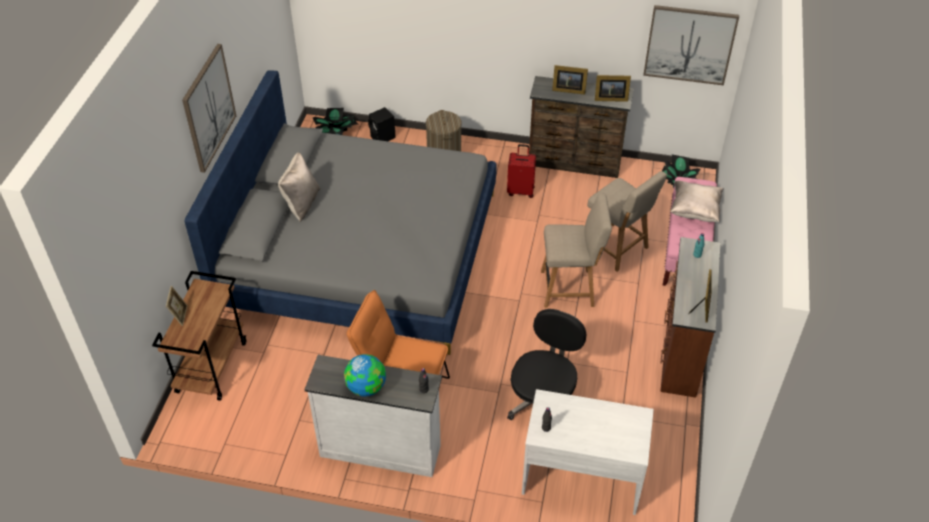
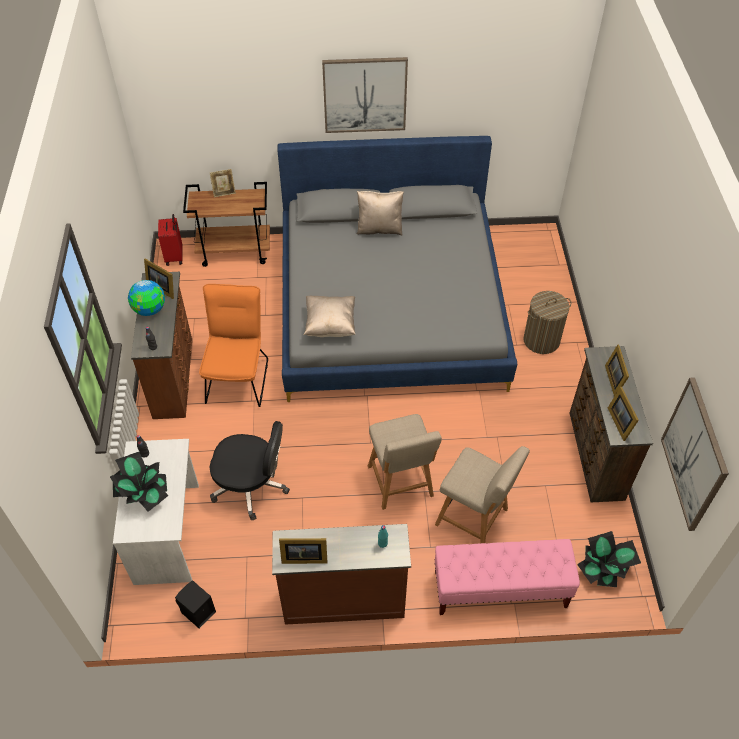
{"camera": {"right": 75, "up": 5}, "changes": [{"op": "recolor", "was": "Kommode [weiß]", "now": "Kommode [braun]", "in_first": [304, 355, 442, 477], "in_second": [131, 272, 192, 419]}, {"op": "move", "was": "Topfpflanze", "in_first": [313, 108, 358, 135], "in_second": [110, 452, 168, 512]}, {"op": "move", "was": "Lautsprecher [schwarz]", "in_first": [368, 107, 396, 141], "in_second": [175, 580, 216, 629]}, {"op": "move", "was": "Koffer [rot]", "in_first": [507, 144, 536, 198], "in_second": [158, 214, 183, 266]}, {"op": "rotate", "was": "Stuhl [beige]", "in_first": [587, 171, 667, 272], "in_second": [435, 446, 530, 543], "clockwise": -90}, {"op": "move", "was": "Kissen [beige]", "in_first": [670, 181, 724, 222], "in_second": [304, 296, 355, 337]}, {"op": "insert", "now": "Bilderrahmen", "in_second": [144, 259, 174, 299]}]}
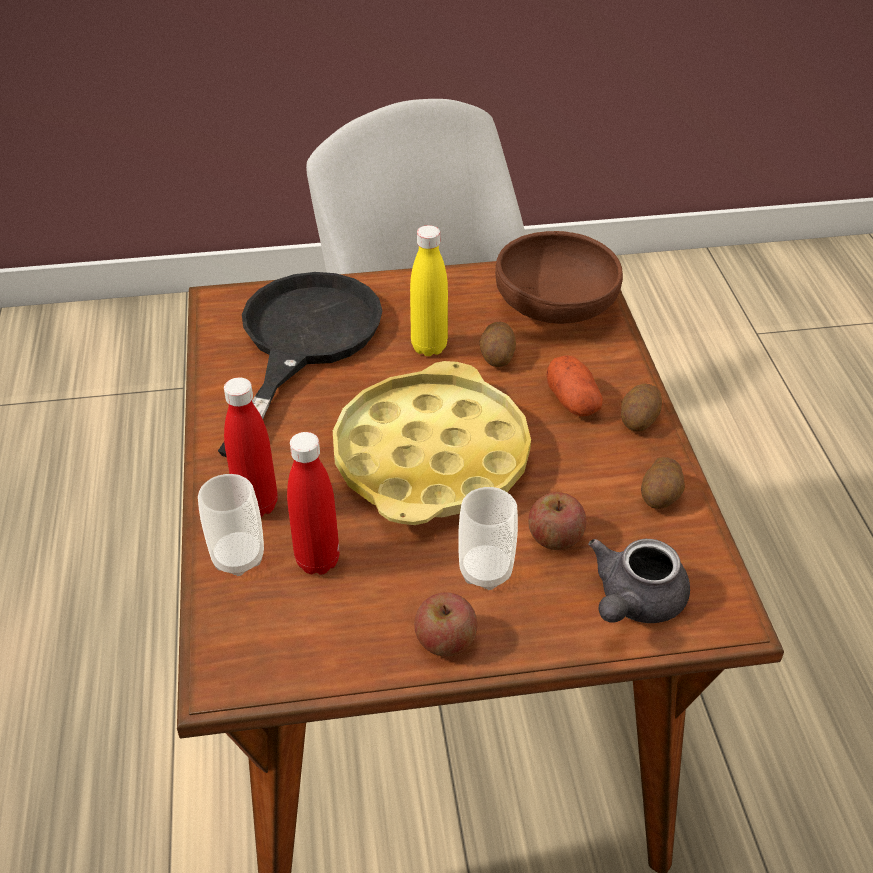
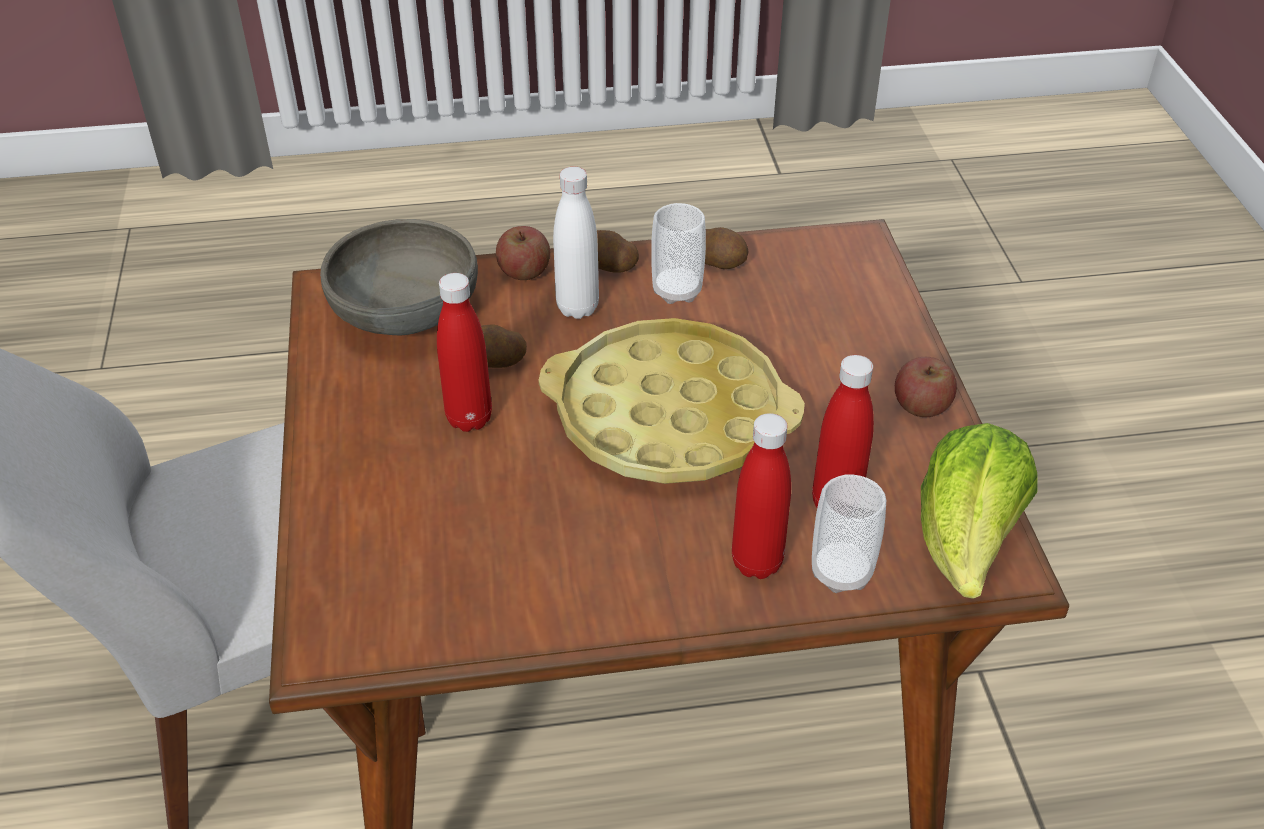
{"camera": {"right": -90, "up": 0}, "changes": [{"op": "delete", "was": "Pfanne [schwarz]", "in_first": [218, 272, 382, 457]}, {"op": "recolor", "was": "Flasche [gelb]", "now": "Flasche [rot]", "in_first": [410, 225, 448, 356], "in_second": [437, 273, 492, 432]}, {"op": "move", "was": "Tasse", "in_first": [458, 487, 518, 590], "in_second": [651, 203, 706, 304]}, {"op": "recolor", "was": "Schüssel [braun]", "now": "Schüssel [grau]", "in_first": [495, 231, 623, 324], "in_second": [320, 219, 478, 335]}, {"op": "move", "was": "Apfel", "in_first": [528, 492, 587, 550], "in_second": [496, 226, 550, 280]}, {"op": "replace", "was": "Kartoffel", "now": "Flasche [weiß]", "in_first": [546, 356, 603, 417], "in_second": [553, 167, 599, 319]}, {"op": "delete", "was": "Teekanne [grau]", "in_first": [588, 539, 690, 623]}, {"op": "insert", "now": "Salatkopf", "in_second": [921, 423, 1038, 599]}]}
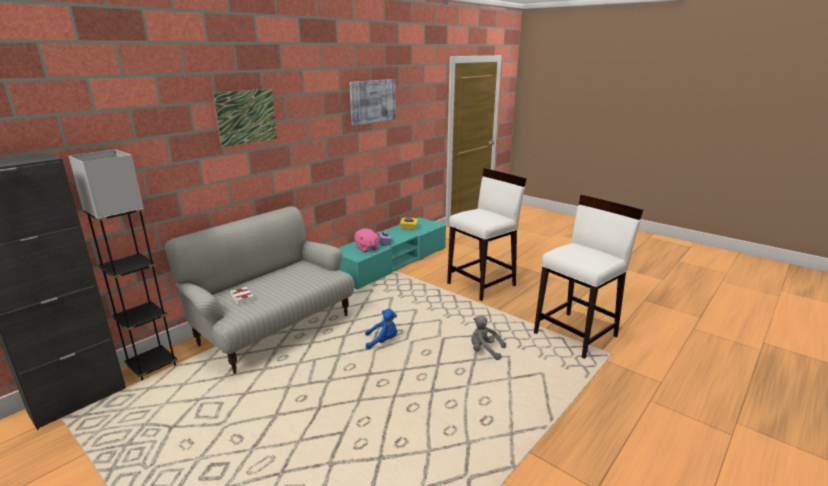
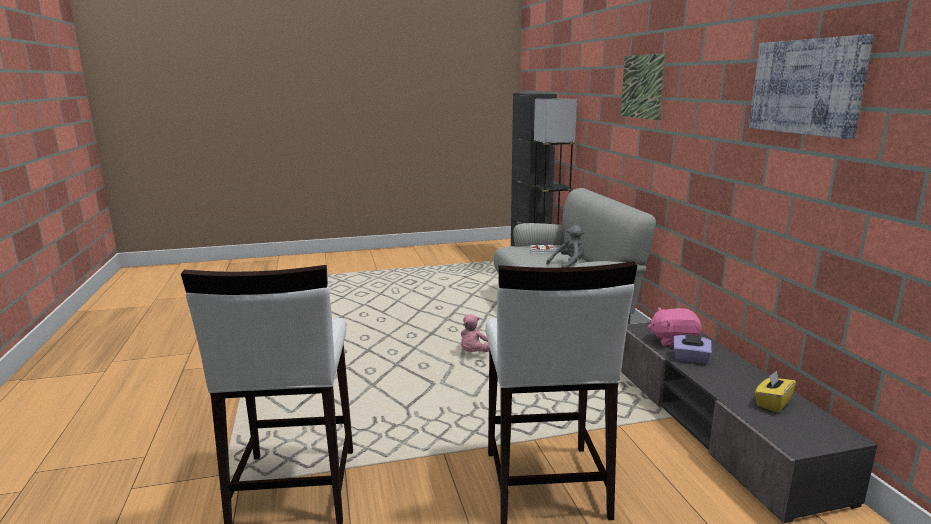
{"camera": {"right": 125, "up": -5}, "changes": [{"op": "recolor", "was": "Fernsehschrank [türkis]", "now": "Fernsehschrank [grau]", "in_first": [338, 217, 446, 289], "in_second": [621, 322, 878, 523]}, {"op": "recolor", "was": "Plüschtier [blau]", "now": "Plüschtier [rosa]", "in_first": [365, 309, 397, 349], "in_second": [461, 314, 489, 352]}, {"op": "move", "was": "Plüschtier [grau]", "in_first": [471, 316, 506, 360], "in_second": [546, 225, 585, 268]}]}
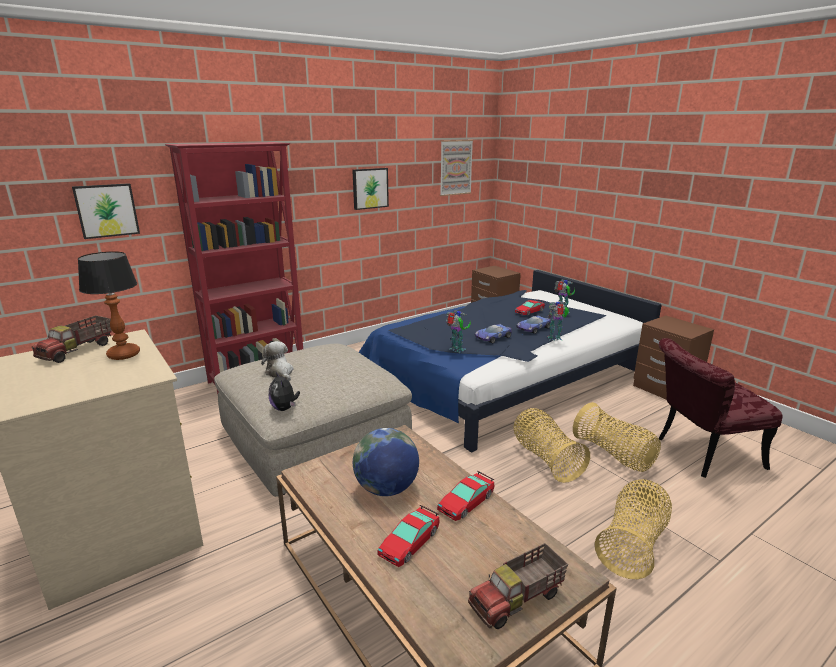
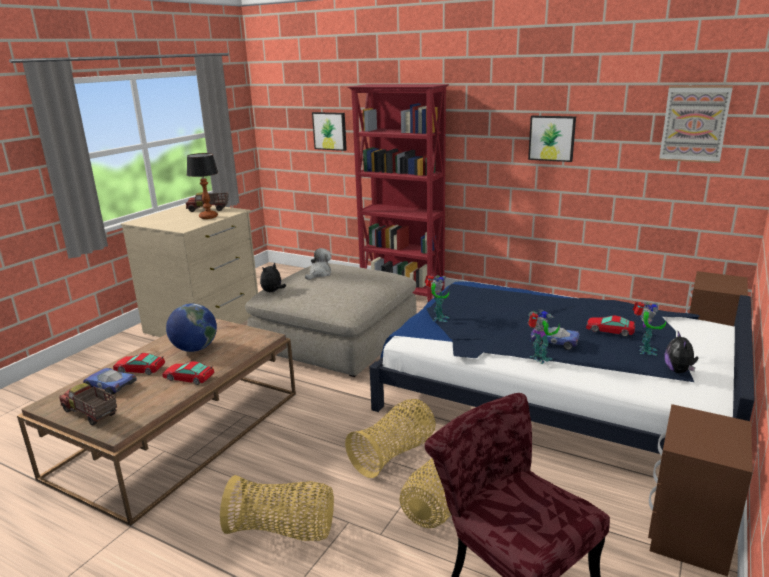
{"camera": {"right": 65, "up": 0}, "changes": [{"op": "move", "was": "Spielzeugauto", "in_first": [475, 324, 512, 343], "in_second": [83, 368, 137, 395]}, {"op": "insert", "now": "Plüschtier", "in_second": [664, 331, 698, 373]}]}
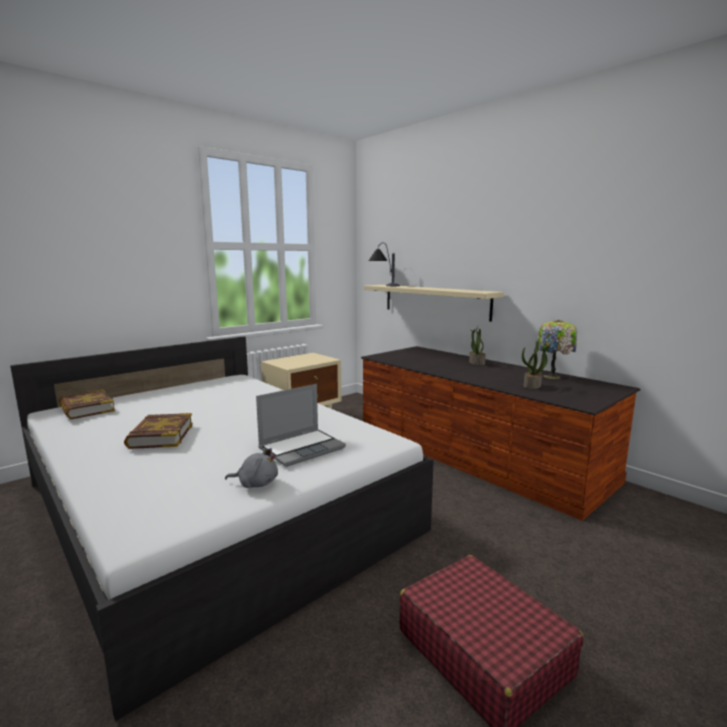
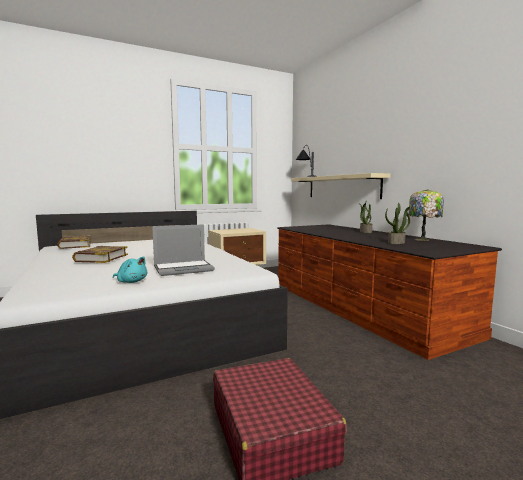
{"camera": {"right": 15, "up": -5}, "changes": [{"op": "recolor", "was": "Plüschtier [grau]", "now": "Plüschtier [türkis]", "in_first": [225, 448, 278, 488], "in_second": [113, 256, 147, 283]}]}
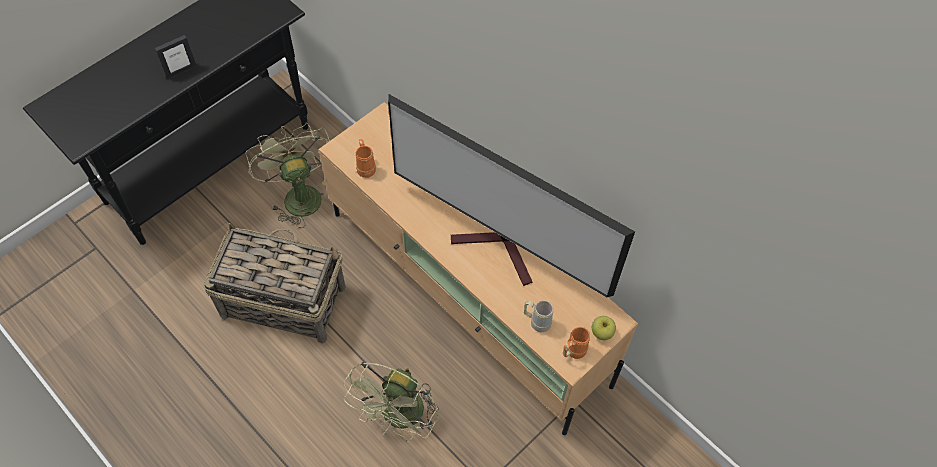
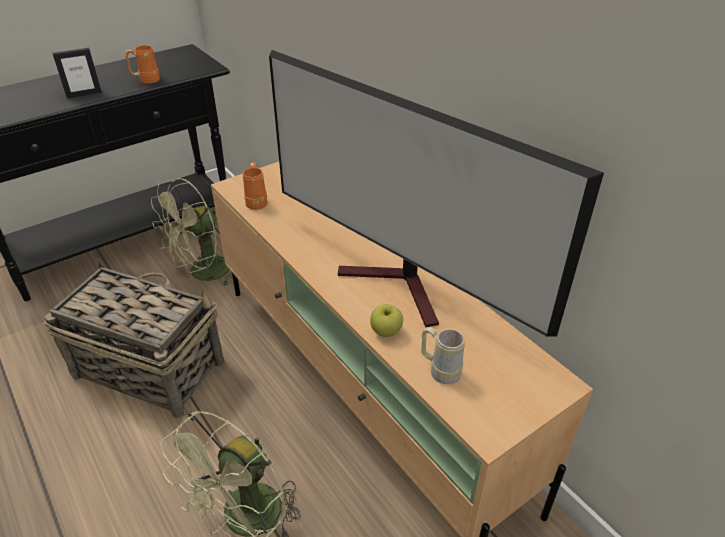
{"camera": {"right": 10, "up": -20}, "changes": [{"op": "rotate", "was": "Ventilator [grün]", "in_first": [245, 122, 330, 228], "in_second": [151, 178, 233, 287], "clockwise": -120}, {"op": "move", "was": "Henkelbecher [orange]", "in_first": [563, 327, 590, 359], "in_second": [125, 45, 160, 84]}, {"op": "move", "was": "Apfel", "in_first": [592, 316, 616, 340], "in_second": [370, 304, 403, 337]}]}
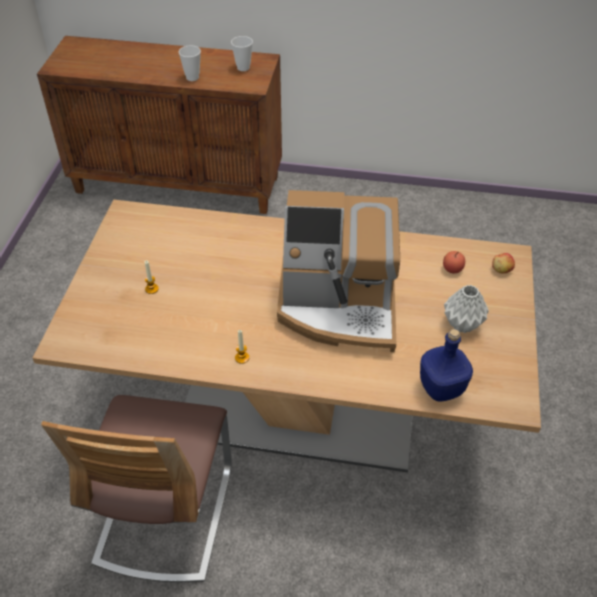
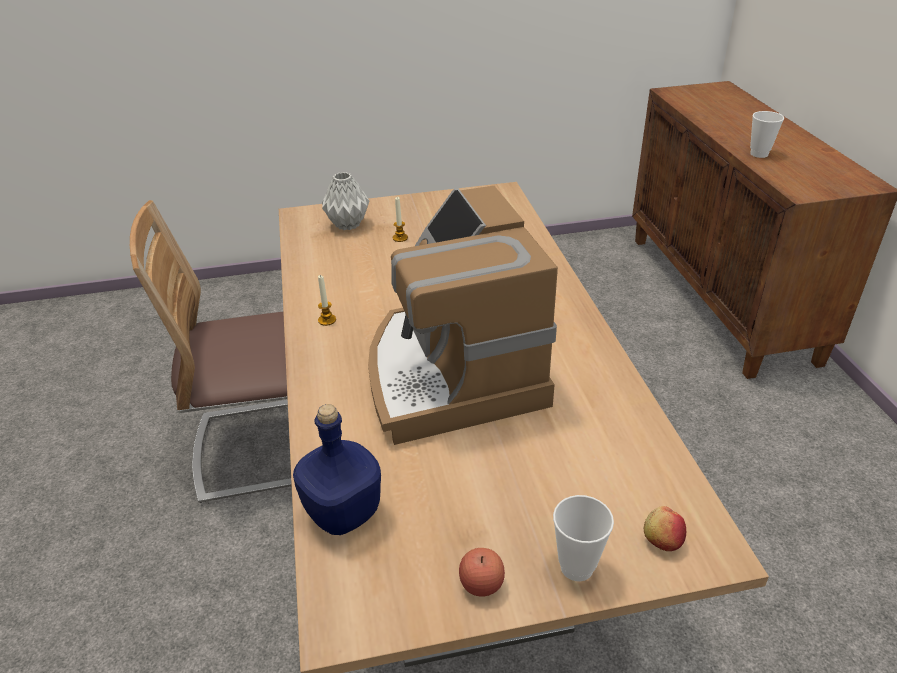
{"camera": {"right": 70, "up": -10}, "changes": [{"op": "move", "was": "Tasse", "in_first": [231, 36, 253, 71], "in_second": [553, 495, 614, 581]}, {"op": "move", "was": "Apfel", "in_first": [443, 251, 465, 273], "in_second": [459, 548, 505, 597]}, {"op": "move", "was": "Vase [grau]", "in_first": [444, 285, 489, 333], "in_second": [322, 172, 369, 230]}]}
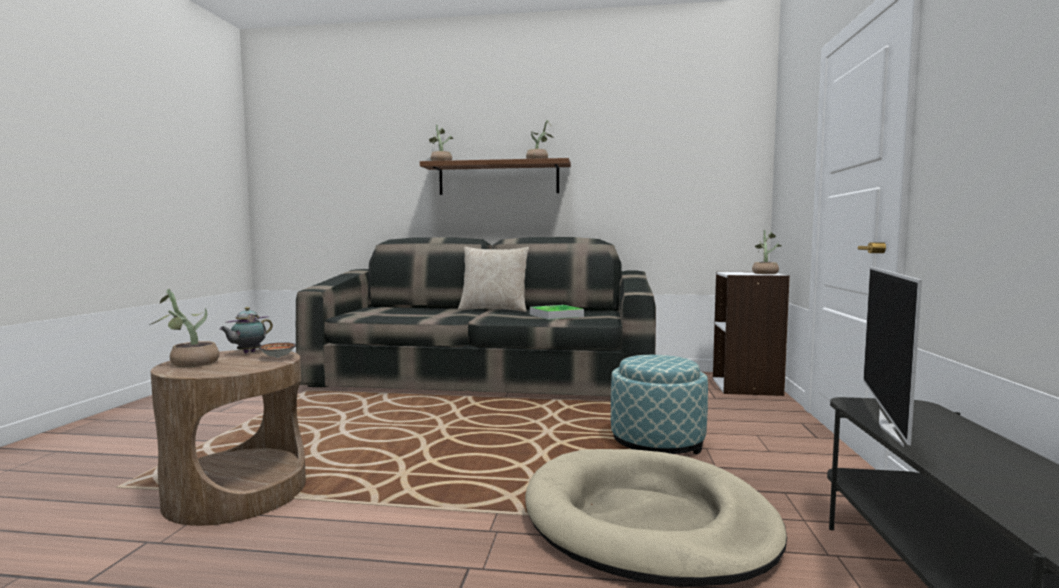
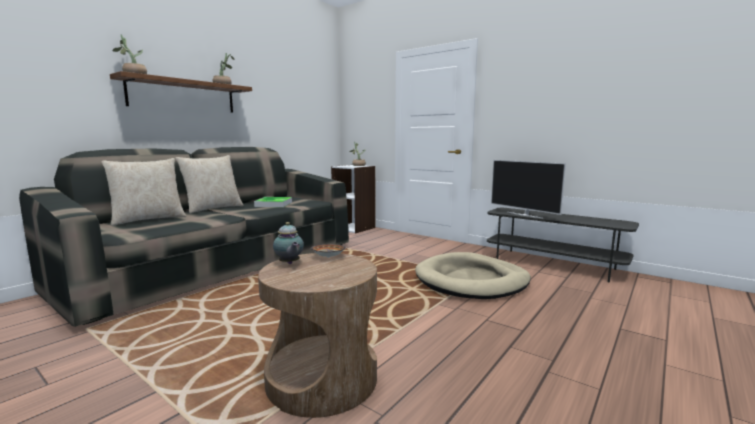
{"camera": {"right": -60, "up": 5}, "changes": [{"op": "delete", "was": "Topfpflanze", "in_first": [149, 289, 219, 367]}, {"op": "delete", "was": "Polsterhocker", "in_first": [611, 355, 708, 454]}, {"op": "insert", "now": "Kissen [beige]", "in_second": [102, 158, 186, 226]}]}
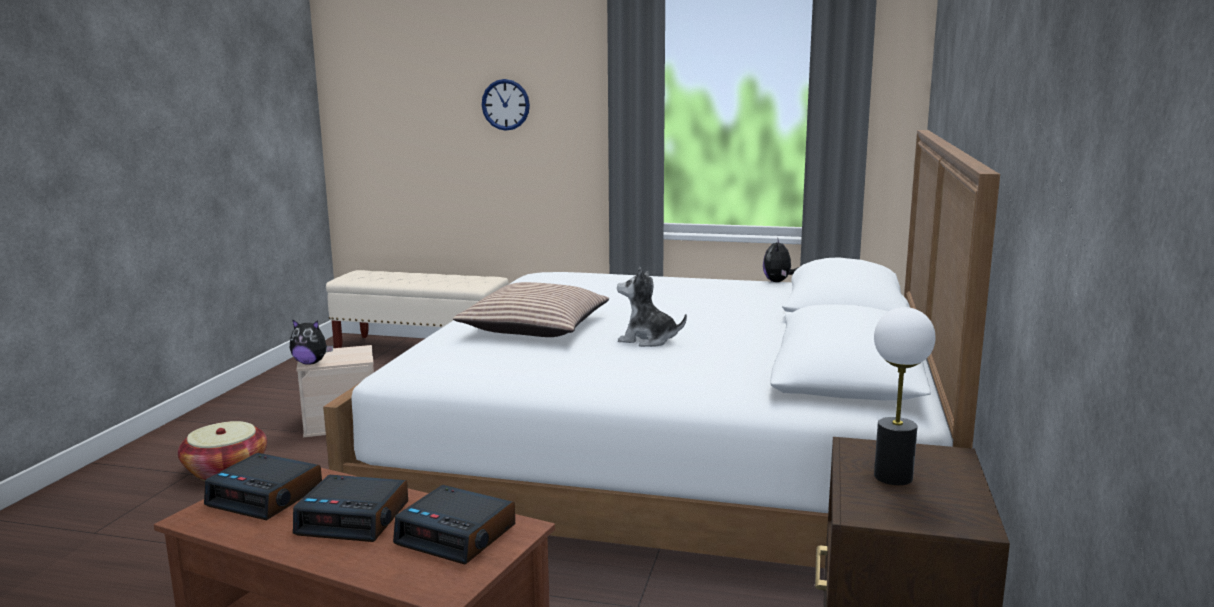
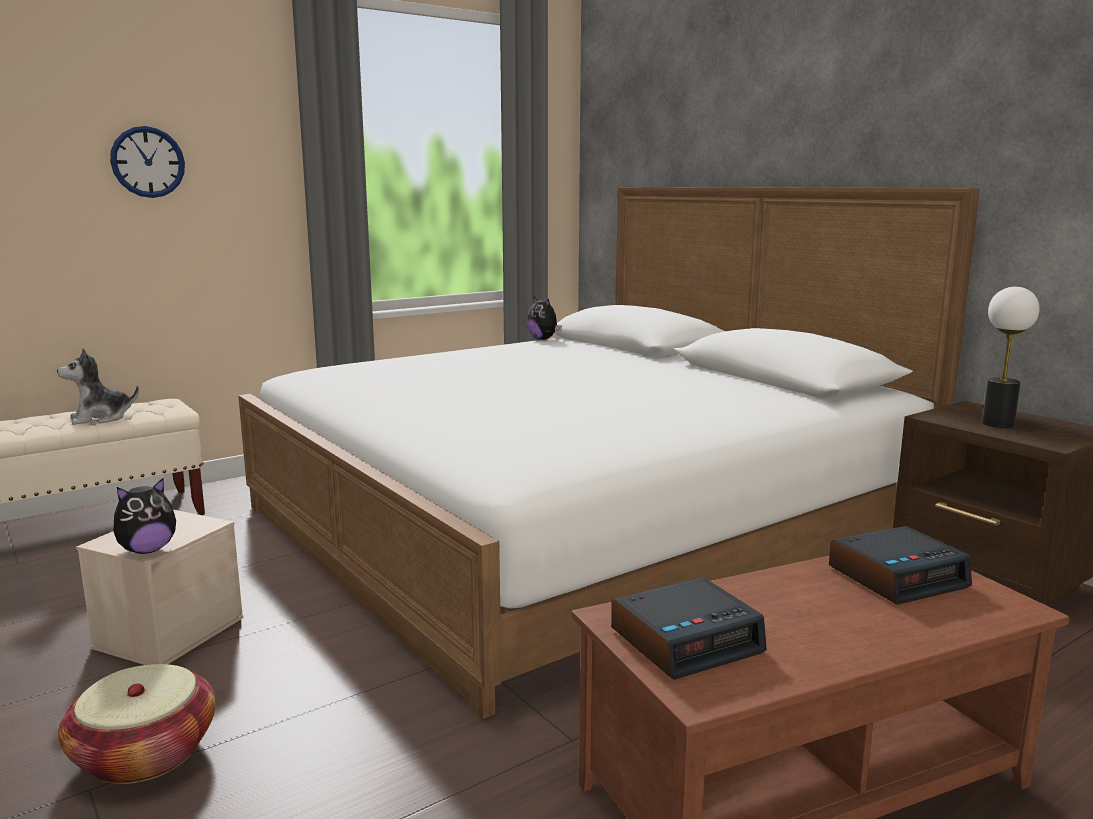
{"camera": {"right": -50, "up": 0}, "changes": [{"op": "delete", "was": "Wecker", "in_first": [293, 475, 408, 542]}, {"op": "delete", "was": "Kissen", "in_first": [453, 282, 609, 337]}, {"op": "move", "was": "Plüschtier", "in_first": [617, 267, 687, 347], "in_second": [57, 348, 139, 425]}]}
